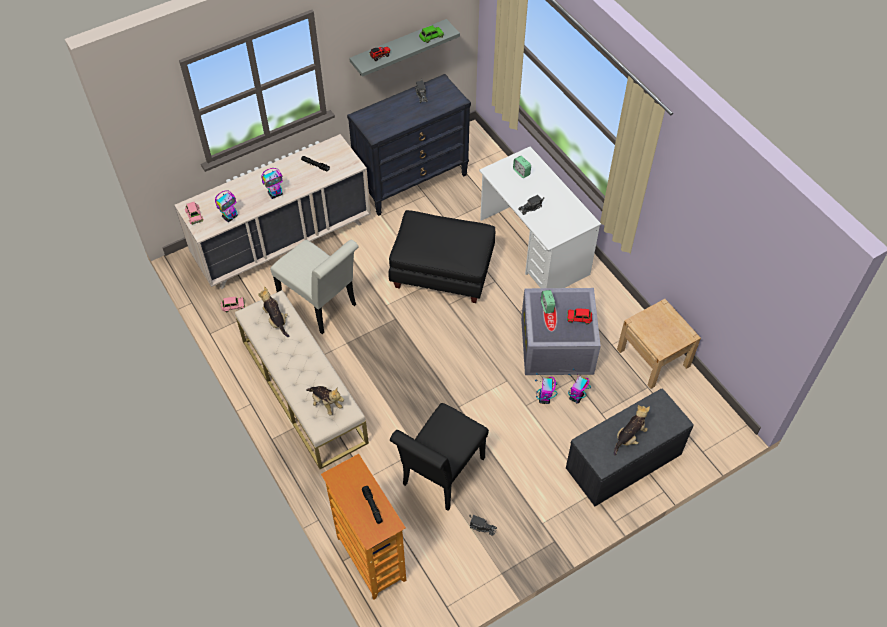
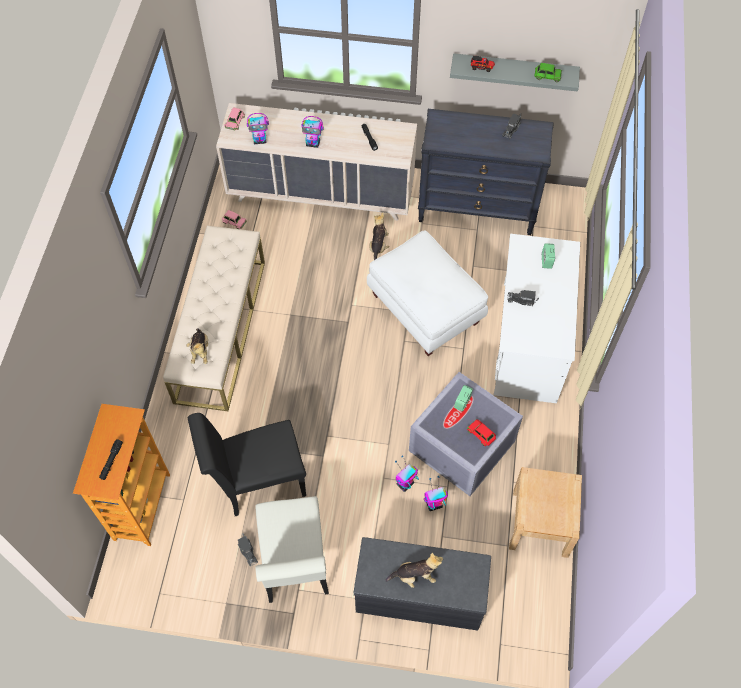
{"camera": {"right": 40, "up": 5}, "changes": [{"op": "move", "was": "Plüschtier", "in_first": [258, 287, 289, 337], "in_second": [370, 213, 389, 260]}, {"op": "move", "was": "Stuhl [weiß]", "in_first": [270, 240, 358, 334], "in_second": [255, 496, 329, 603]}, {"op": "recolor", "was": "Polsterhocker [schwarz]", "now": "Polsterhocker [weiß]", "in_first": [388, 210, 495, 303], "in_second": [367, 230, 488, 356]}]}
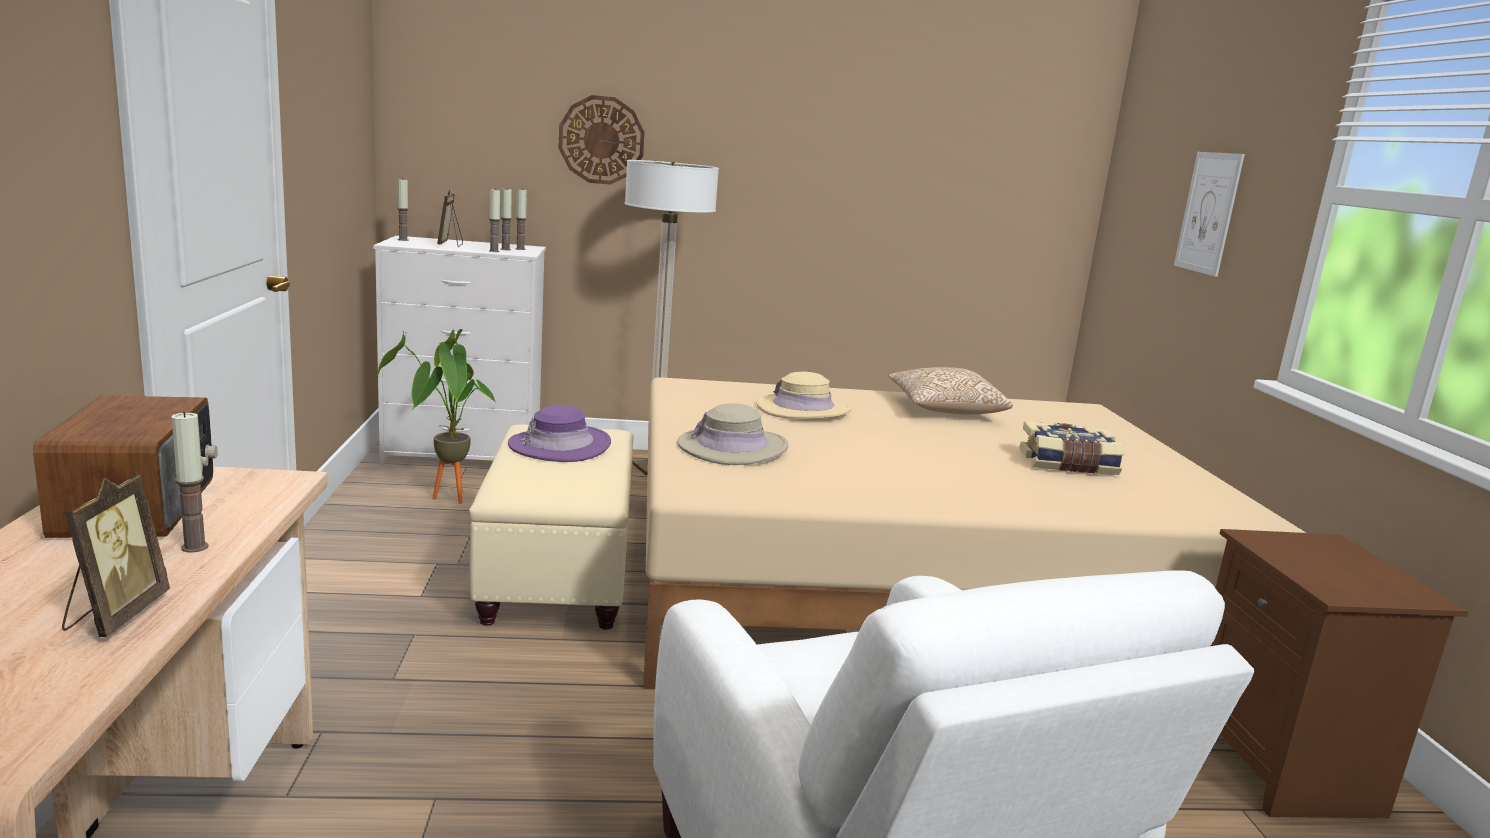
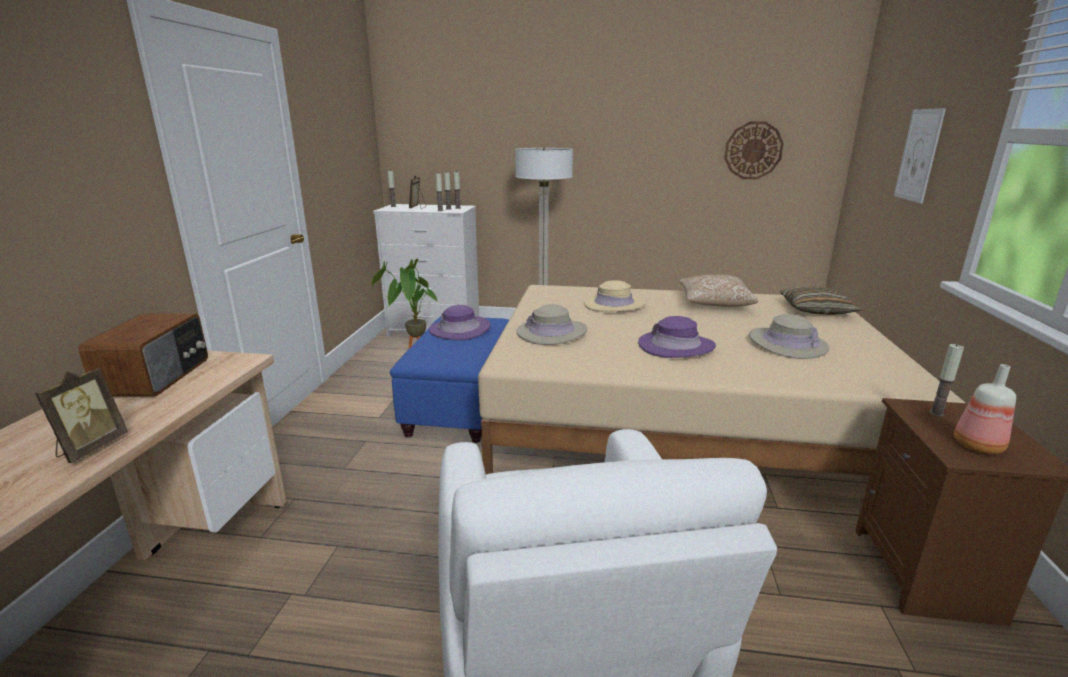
{"camera": {"right": 15, "up": 5}, "changes": [{"op": "move", "was": "Kerze", "in_first": [171, 411, 209, 553], "in_second": [929, 344, 964, 417]}, {"op": "recolor", "was": "Polsterhocker [beige]", "now": "Polsterhocker [blau]", "in_first": [469, 424, 634, 629], "in_second": [390, 317, 509, 443]}, {"op": "move", "was": "Wanduhr", "in_first": [558, 95, 645, 185], "in_second": [724, 122, 784, 179]}, {"op": "replace", "was": "Buch", "now": "Hut [beige]", "in_first": [1019, 421, 1125, 475], "in_second": [749, 314, 829, 359]}, {"op": "insert", "now": "Hut [lila]", "in_second": [638, 316, 716, 358]}, {"op": "insert", "now": "Kissen", "in_second": [780, 286, 861, 315]}, {"op": "insert", "now": "Flasche", "in_second": [954, 364, 1016, 454]}]}
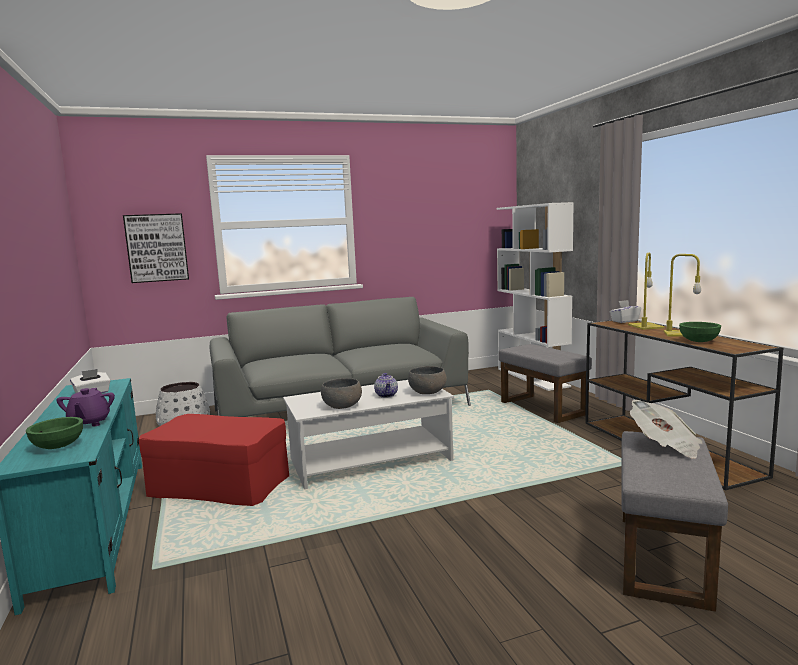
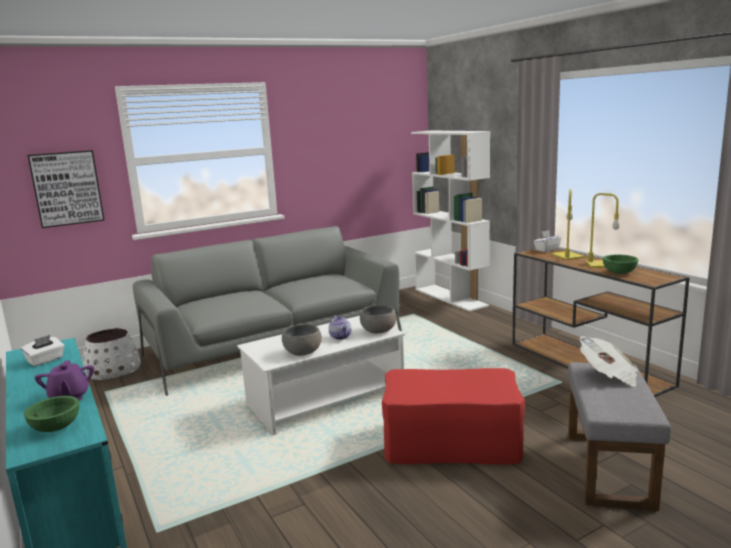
{"camera": {"right": -10, "up": 5}, "changes": [{"op": "move", "was": "Polsterhocker [rot]", "in_first": [139, 414, 289, 506], "in_second": [382, 368, 525, 465]}, {"op": "delete", "was": "Polsterhocker [grau]", "in_first": [499, 344, 592, 423]}]}
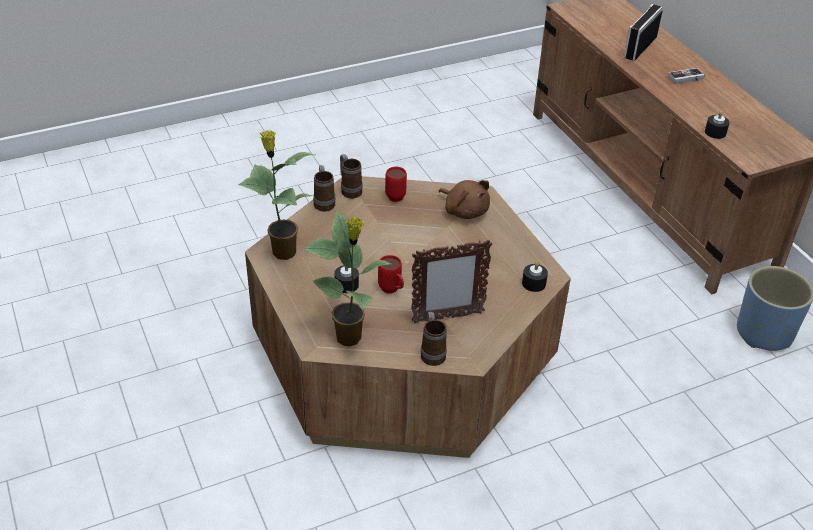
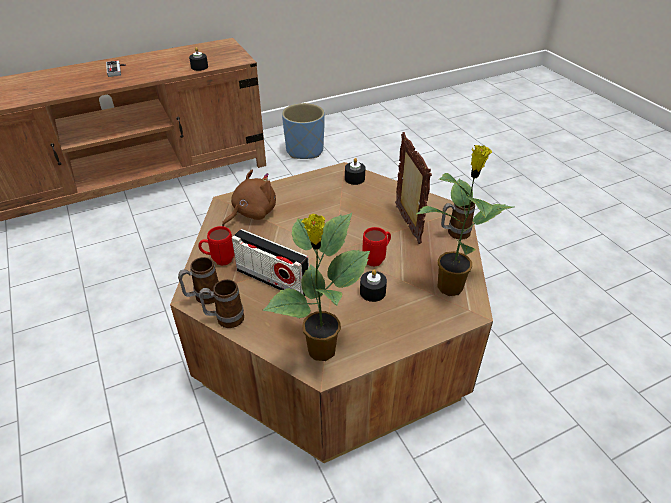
{"camera": {"right": -90, "up": 0}, "changes": [{"op": "move", "was": "Radio", "in_first": [623, 4, 663, 61], "in_second": [232, 229, 309, 296]}]}
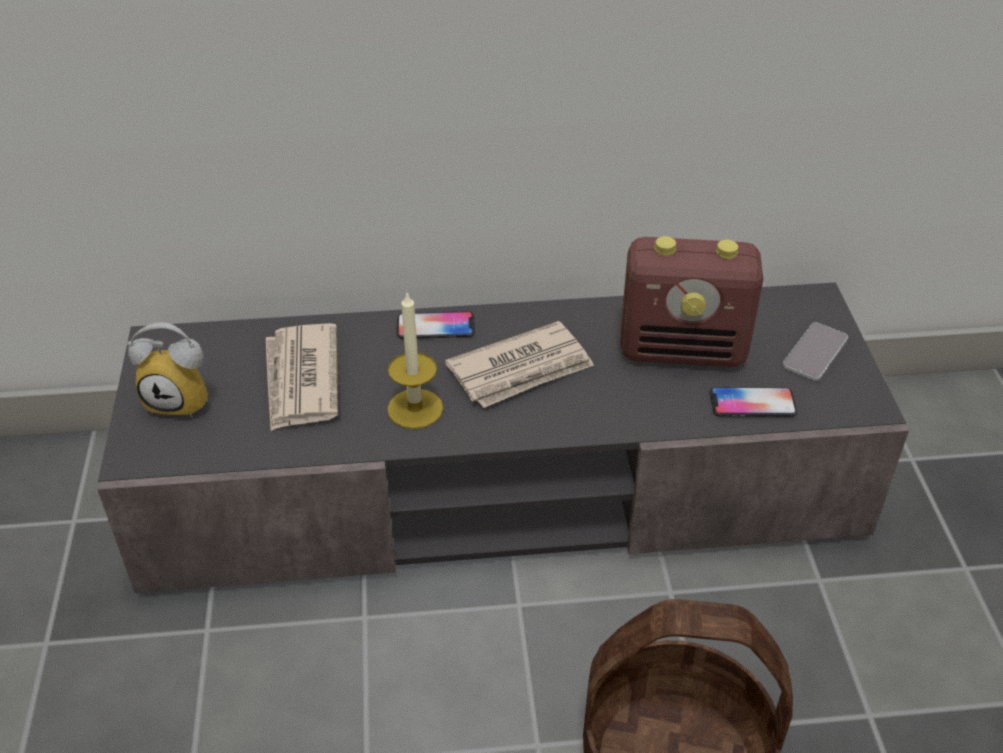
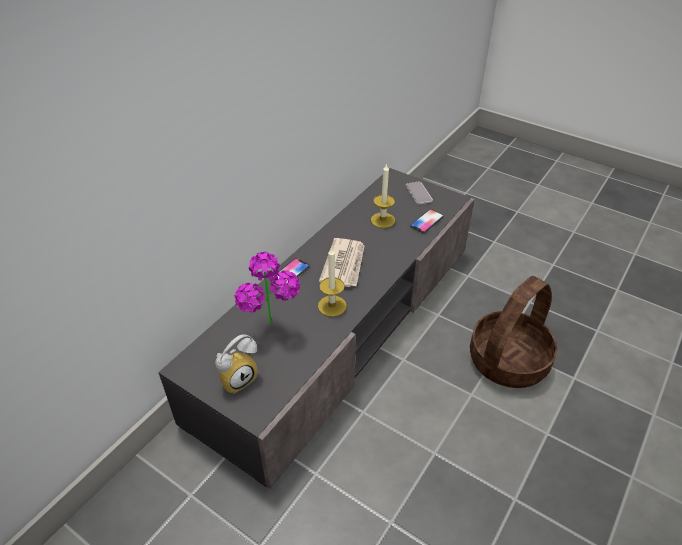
{"camera": {"right": -50, "up": 0}, "changes": [{"op": "replace", "was": "Zeitung", "now": "Topfpflanze", "in_first": [266, 323, 338, 431], "in_second": [235, 251, 300, 324]}, {"op": "replace", "was": "Radio", "now": "Kerze", "in_first": [620, 236, 764, 367], "in_second": [371, 163, 395, 228]}]}
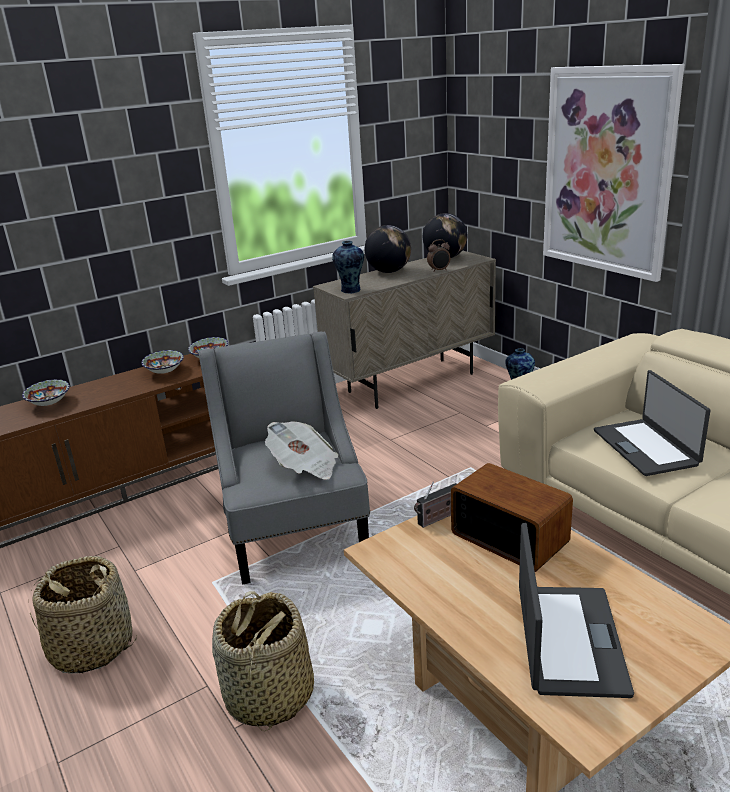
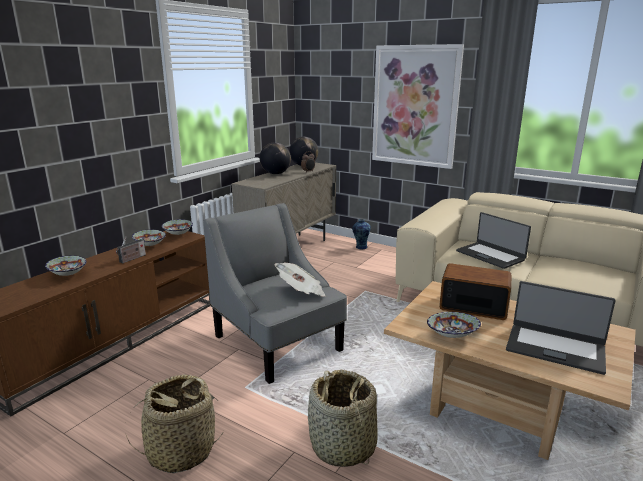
{"camera": {"right": -25, "up": -5}, "changes": [{"op": "delete", "was": "Vase", "in_first": [332, 241, 364, 294]}, {"op": "move", "was": "Radio", "in_first": [414, 482, 456, 528], "in_second": [116, 236, 146, 263]}, {"op": "rotate", "was": "Laptop", "in_first": [519, 523, 634, 698], "in_second": [506, 281, 616, 375], "clockwise": 135}, {"op": "insert", "now": "Schüssel", "in_second": [427, 312, 481, 338]}]}
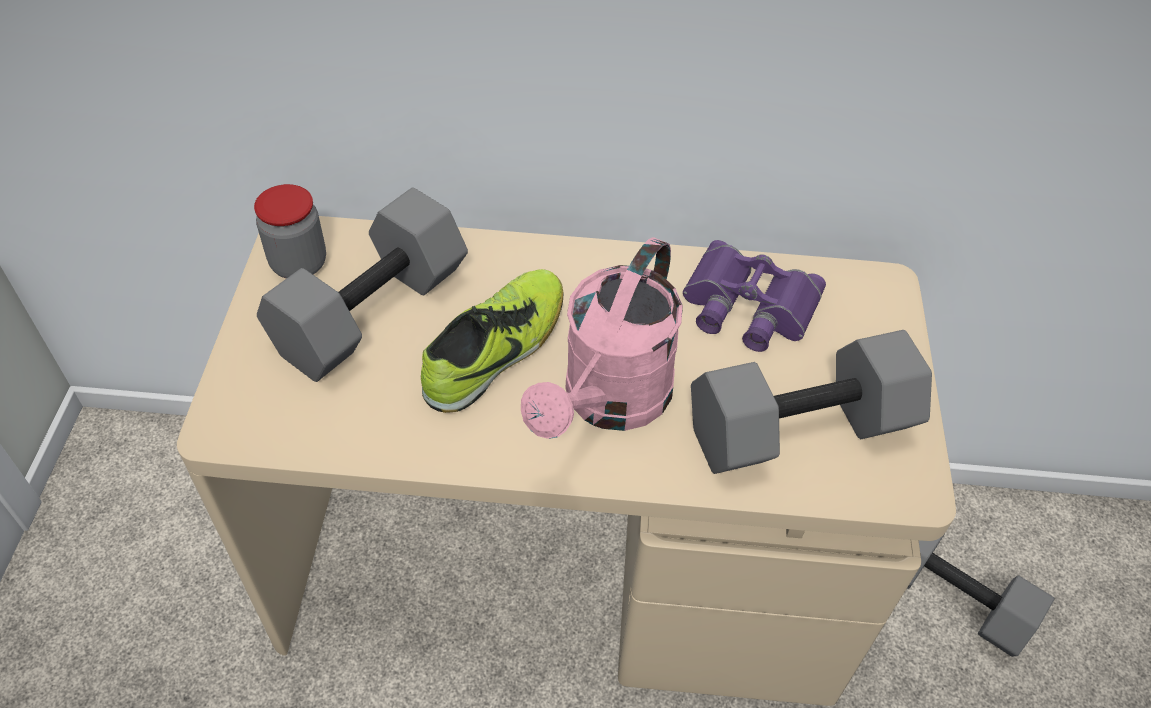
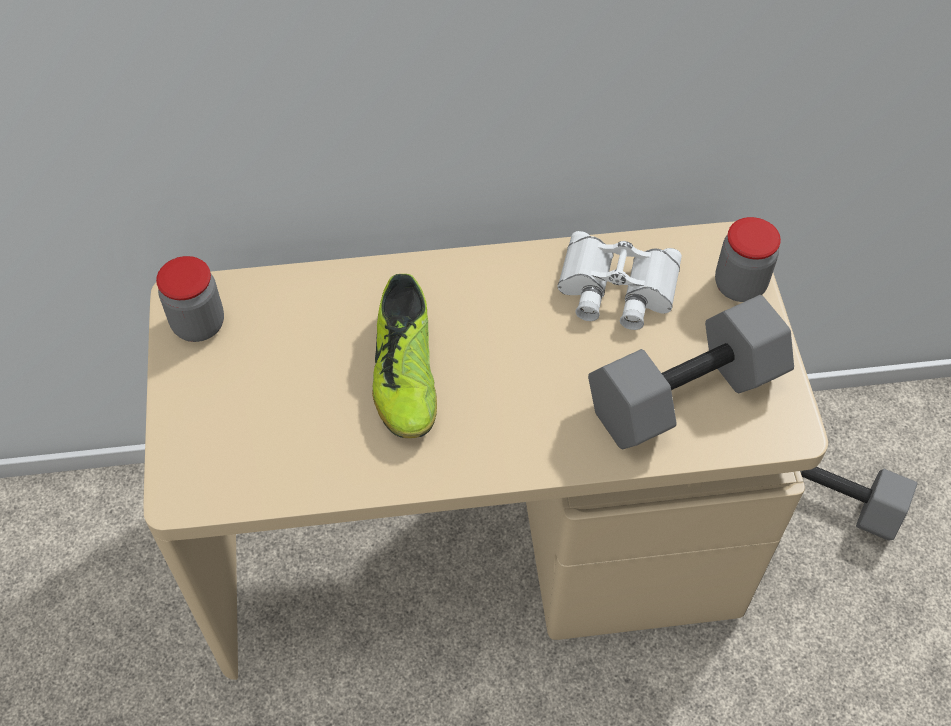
{"camera": {"right": -10, "up": 5}, "changes": [{"op": "delete", "was": "Hantel [grau]", "in_first": [257, 187, 468, 382]}, {"op": "rotate", "was": "Schuh", "in_first": [421, 269, 563, 413], "in_second": [372, 274, 437, 438], "clockwise": 150}, {"op": "delete", "was": "Gießkanne [rosa]", "in_first": [521, 237, 683, 439]}, {"op": "recolor", "was": "Fernglas [lila]", "now": "Fernglas [weiß]", "in_first": [683, 240, 826, 352], "in_second": [558, 231, 682, 330]}, {"op": "insert", "now": "Vorratsglas", "in_second": [715, 217, 781, 302]}]}
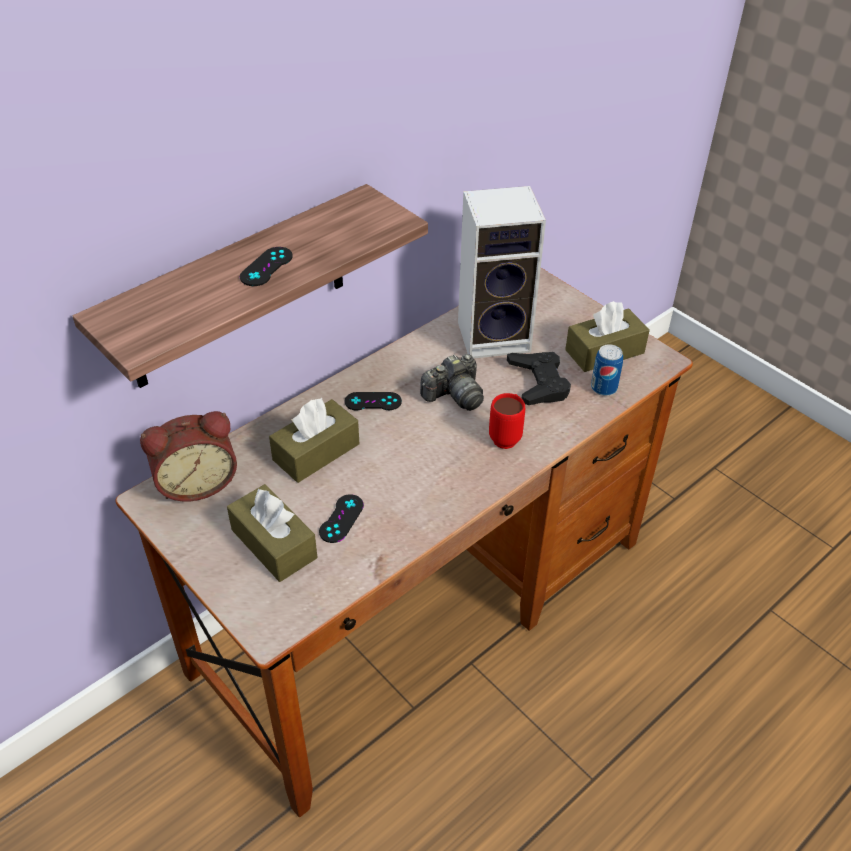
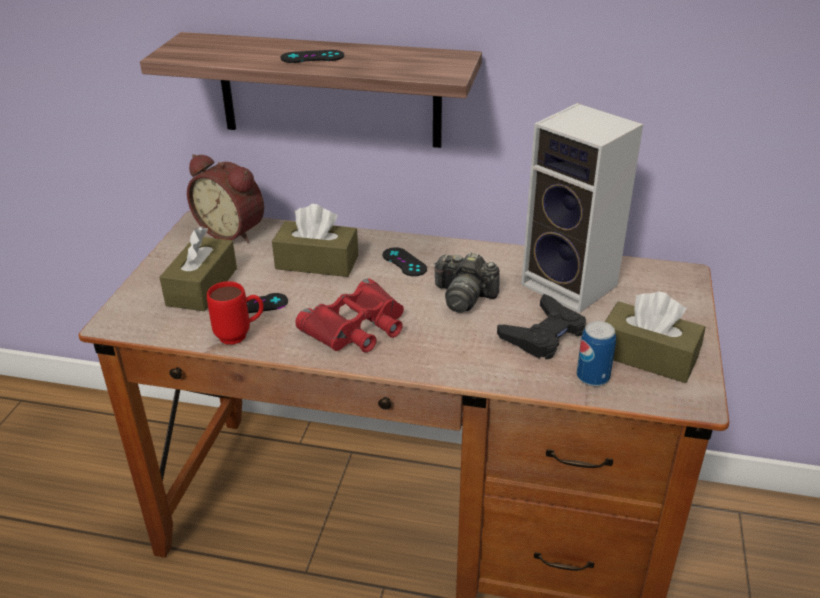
{"camera": {"right": 55, "up": -10}, "changes": [{"op": "move", "was": "Henkelbecher [rot]", "in_first": [489, 393, 525, 449], "in_second": [207, 281, 264, 344]}, {"op": "insert", "now": "Fernglas [rot]", "in_second": [295, 278, 404, 353]}]}
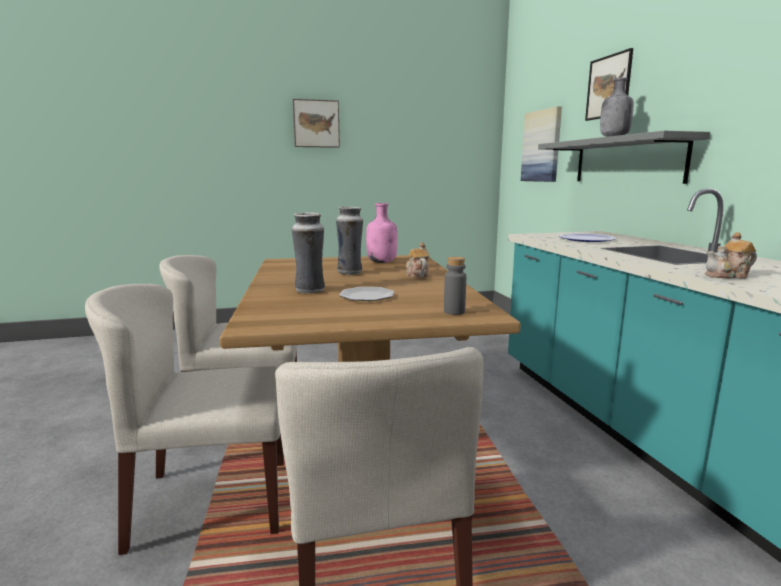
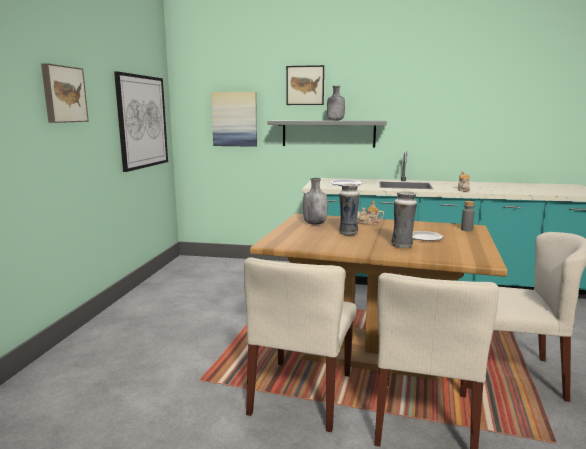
{"camera": {"right": -65, "up": 0}, "changes": [{"op": "recolor", "was": "Flasche [rosa]", "now": "Flasche [grau]", "in_first": [366, 203, 398, 263], "in_second": [303, 178, 328, 225]}, {"op": "insert", "now": "Bild", "in_second": [114, 71, 168, 172]}]}
